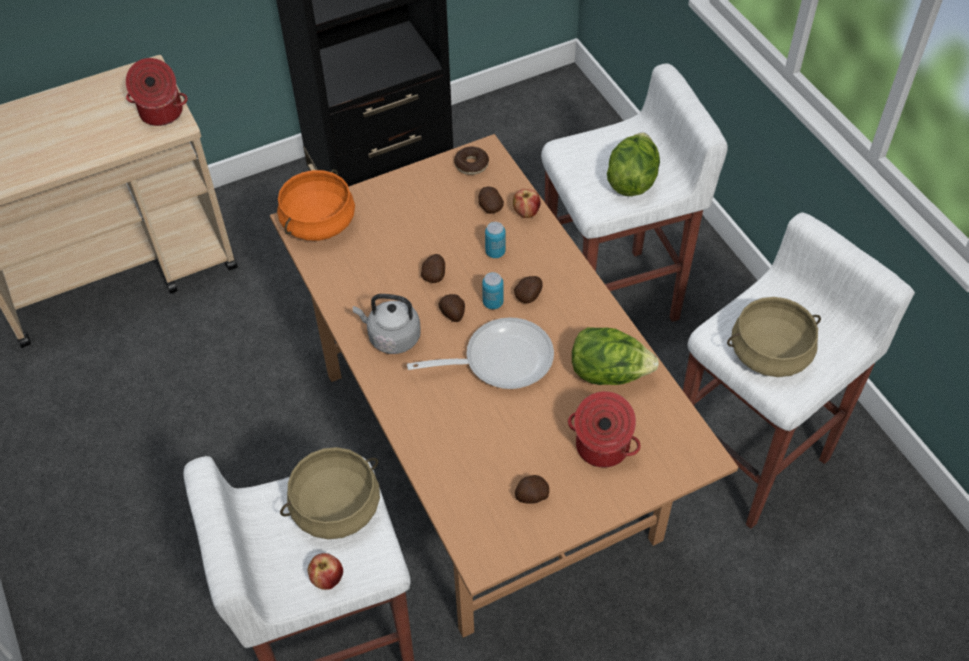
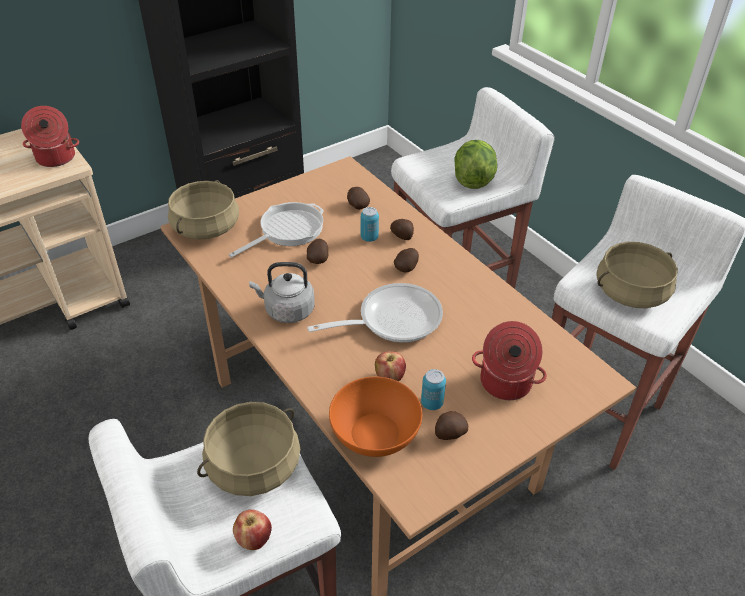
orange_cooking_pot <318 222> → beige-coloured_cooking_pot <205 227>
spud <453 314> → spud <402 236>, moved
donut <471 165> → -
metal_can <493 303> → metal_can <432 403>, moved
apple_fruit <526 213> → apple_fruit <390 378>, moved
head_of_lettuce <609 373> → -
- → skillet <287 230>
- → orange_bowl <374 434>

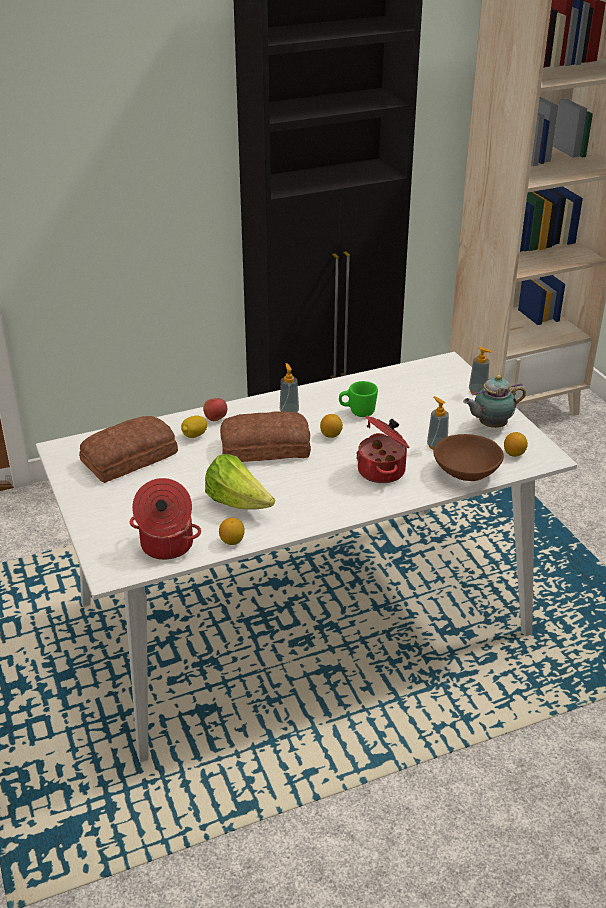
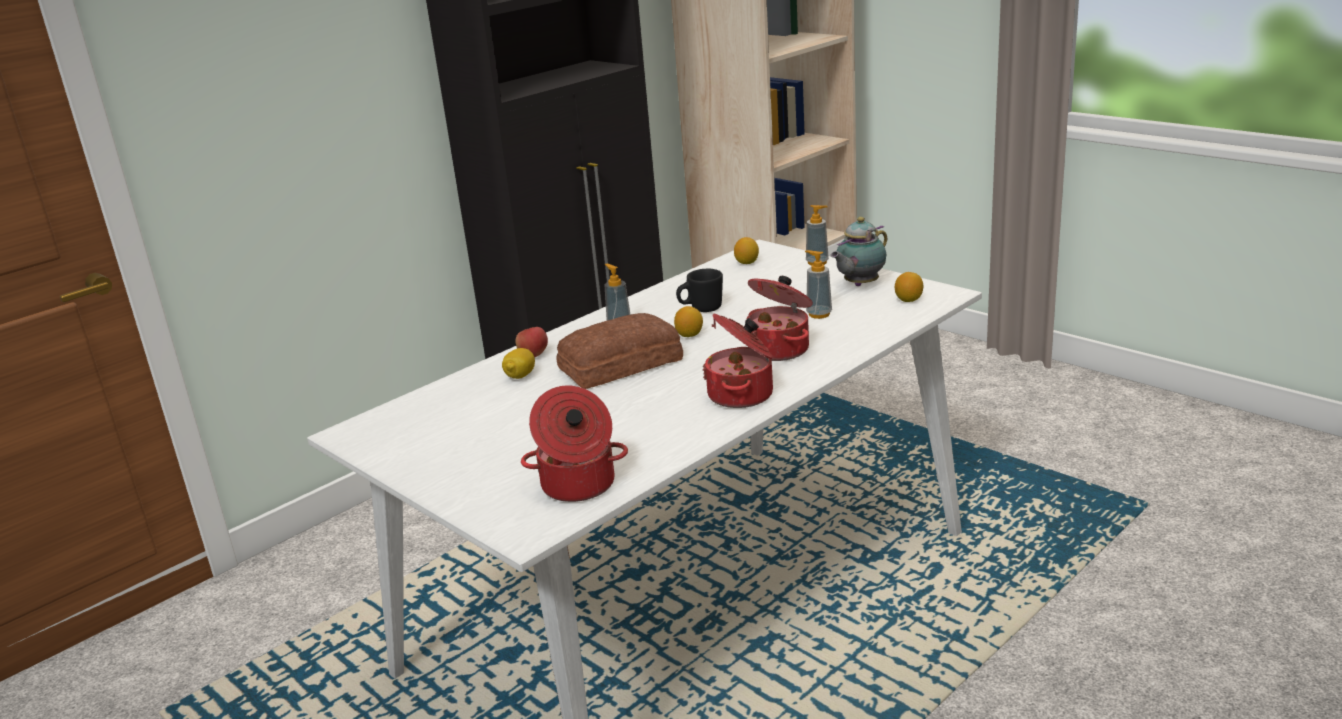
baked_bread <131 458> → -
head_of_lettuce <238 503> → -
lemon <232 541> → lemon <747 263>, moved
greenish_mug <357 412> → blackish_mug <701 309>
brown-coloured_bowl <466 472> → -
- → cooking_pot <742 395>

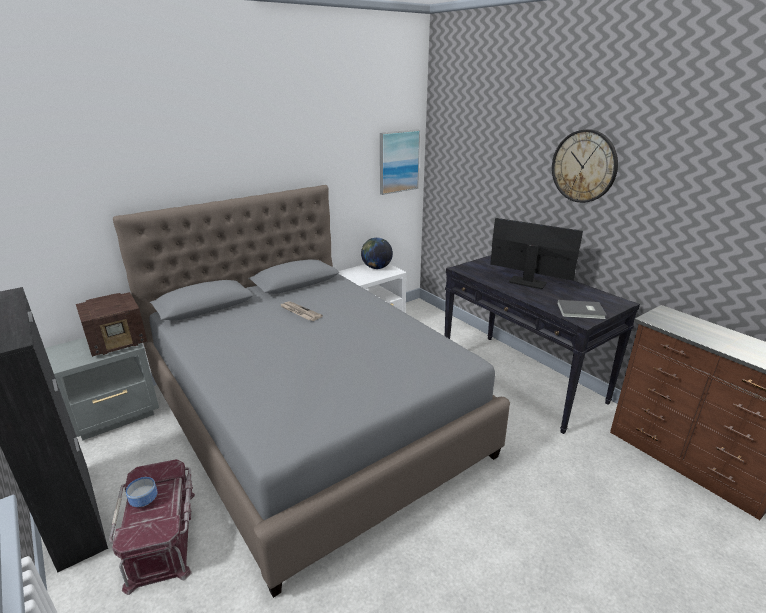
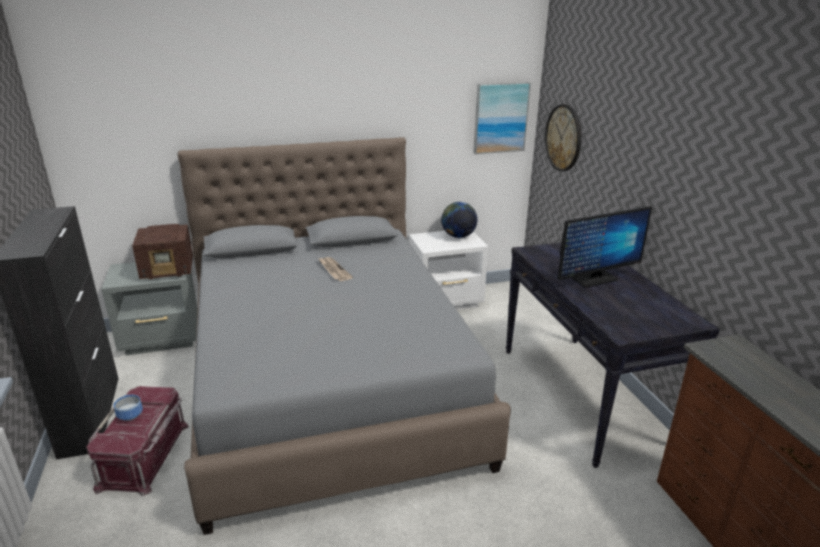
monitor <527 283> → monitor <594 279>, 105 degrees clockwise
wall_clock <584 166> → wall_clock <563 138>, moved
greyish_bound_book <581 311> → -

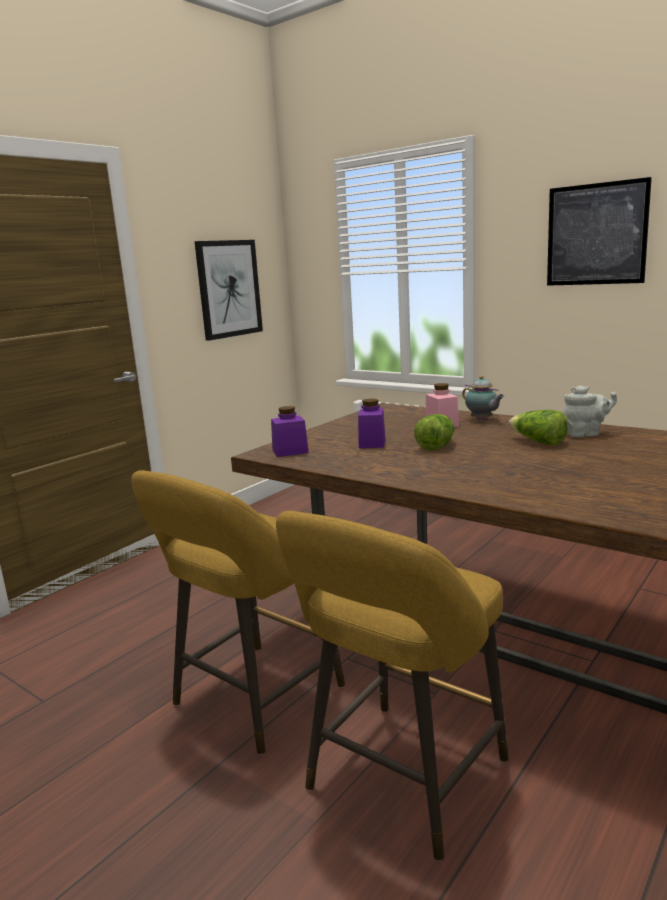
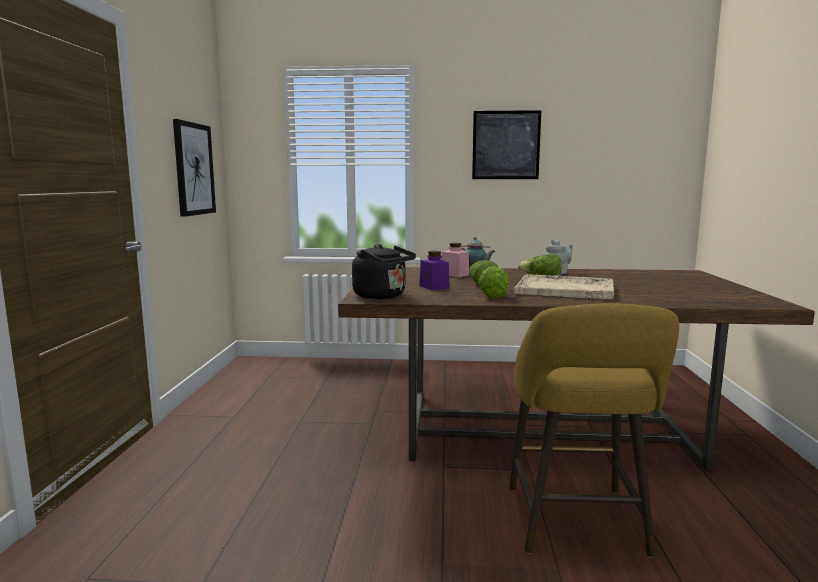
yellow_sitting_stool <252 701> → -
purplish_preserve_jar <290 451> → blackish_water_kettle <382 296>
- → head_of_lettuce <494 294>
- → beige-coloured_carrying_tray <566 289>

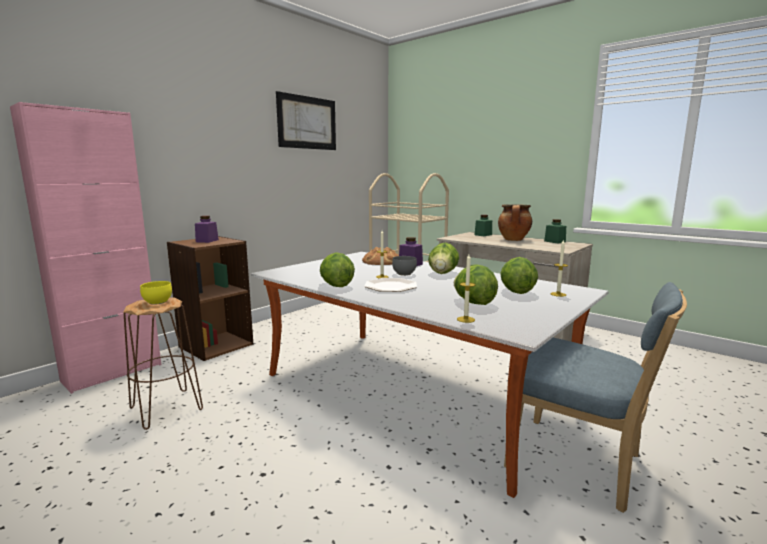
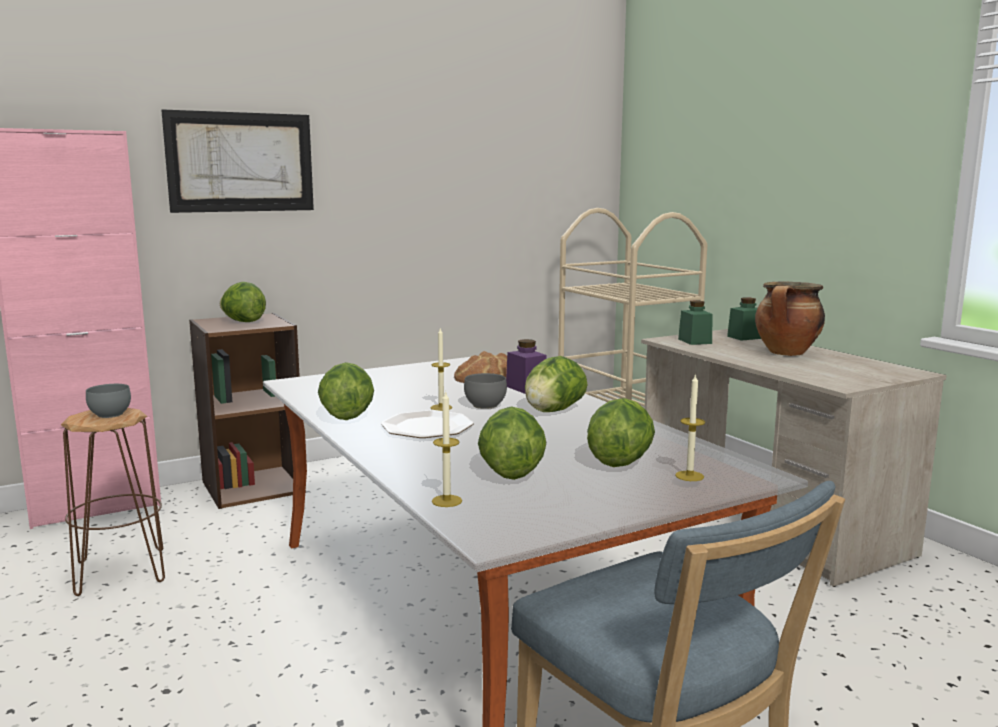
yellow_bowl <156 302> → greyish_bowl <108 415>
purplish_preserve_jar <207 241> → head_of_lettuce <243 321>
picture <307 122> → picture <241 162>, moved
greenish_preserve_jar <554 241> → greenish_preserve_jar <694 341>, moved

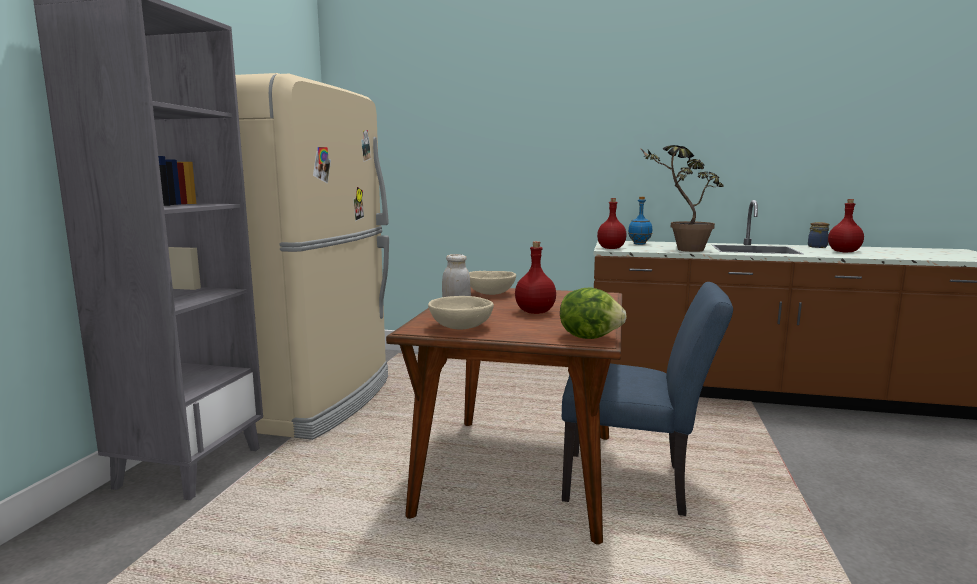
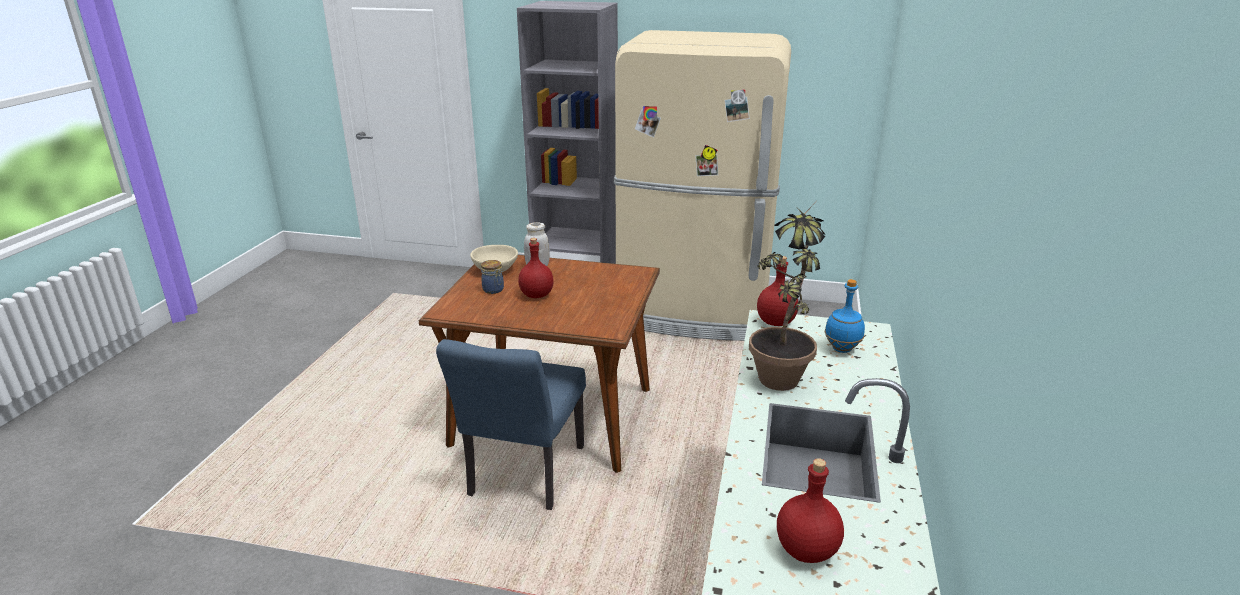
beige-coloured_bowl <491 293> → -
head_of_lettuce <589 337> → -
preserve_jar <817 246> → preserve_jar <493 290>, moved

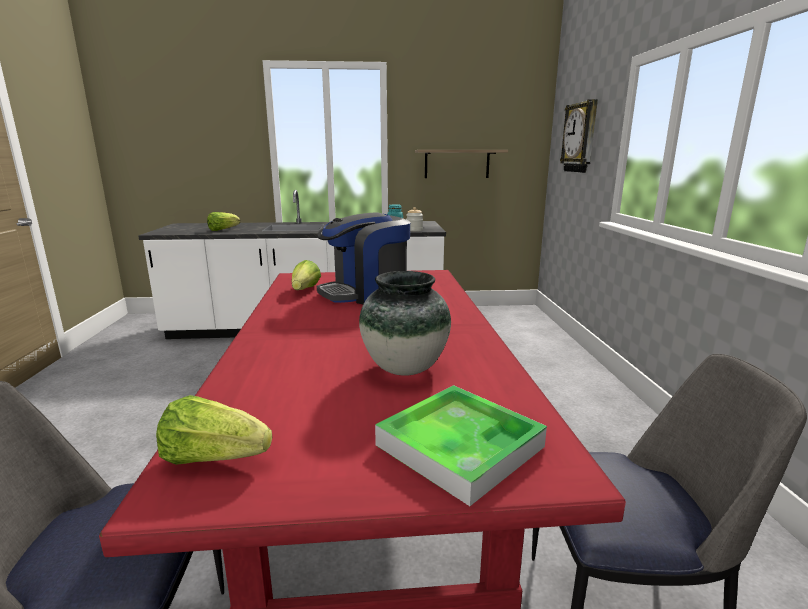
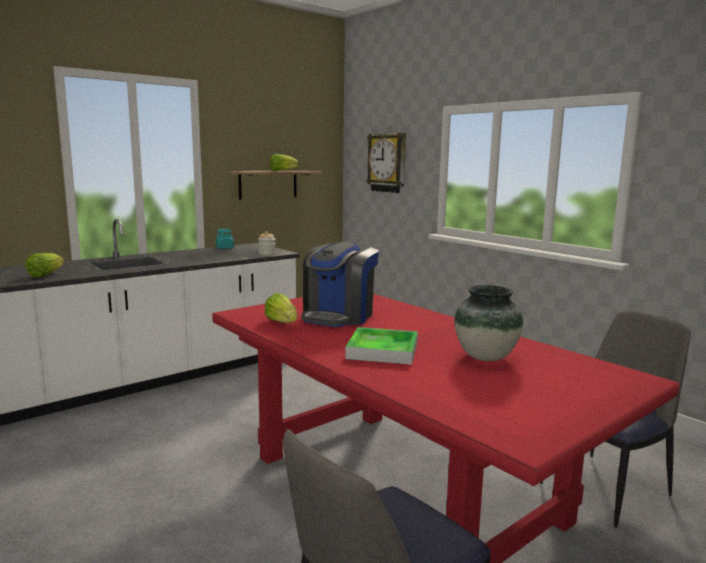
head_of_lettuce <214 458> → head_of_lettuce <282 171>, moved
carrying_tray <459 446> → carrying_tray <383 350>, moved

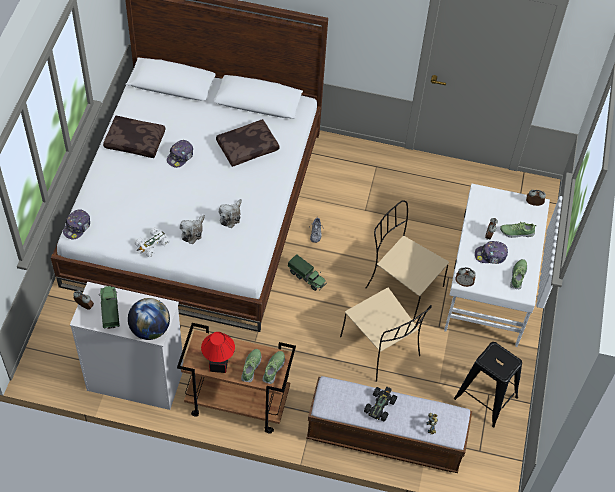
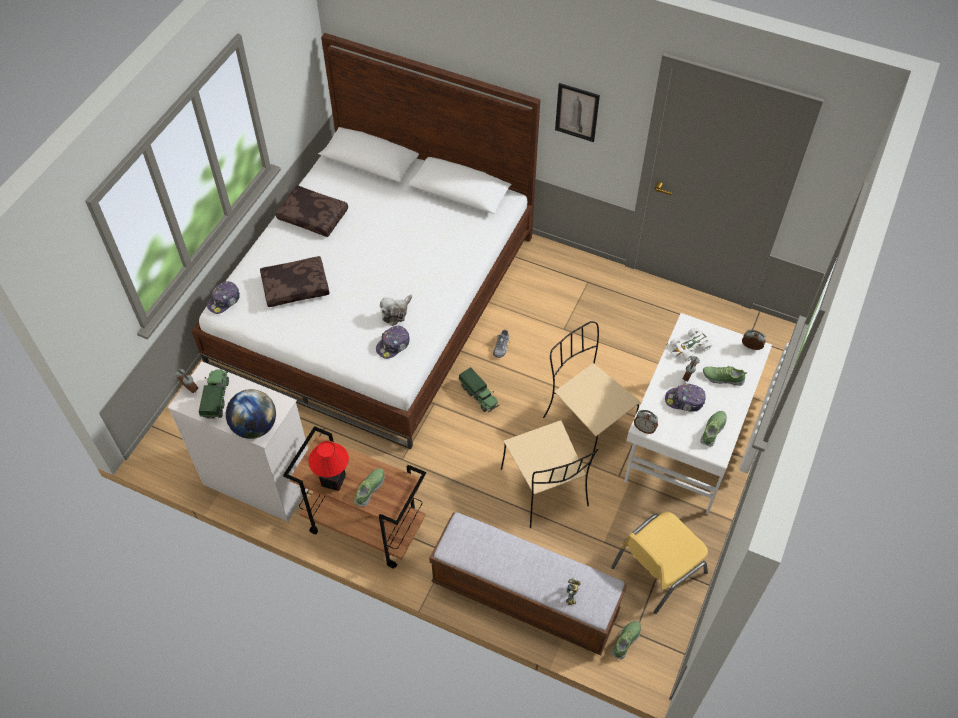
white_model_car <152 245> → white_model_car <689 347>, moved
cap <180 156> → cap <393 345>, moved
cuddly_toy <193 232> → -
brown-coloured_cushion <247 146> → brown-coloured_cushion <296 286>, moved
low_shoe <274 369> → low_shoe <626 641>, moved
blackish_model_car <380 405> → -
blackish_sitting_stool <486 398> → yellow_plain_chair <656 570>
- → picture <577 112>

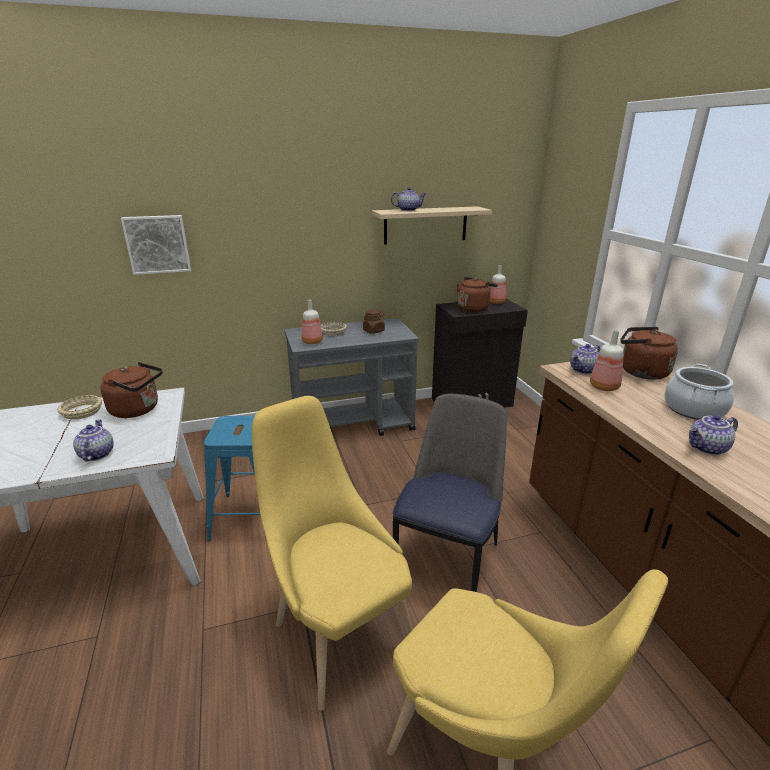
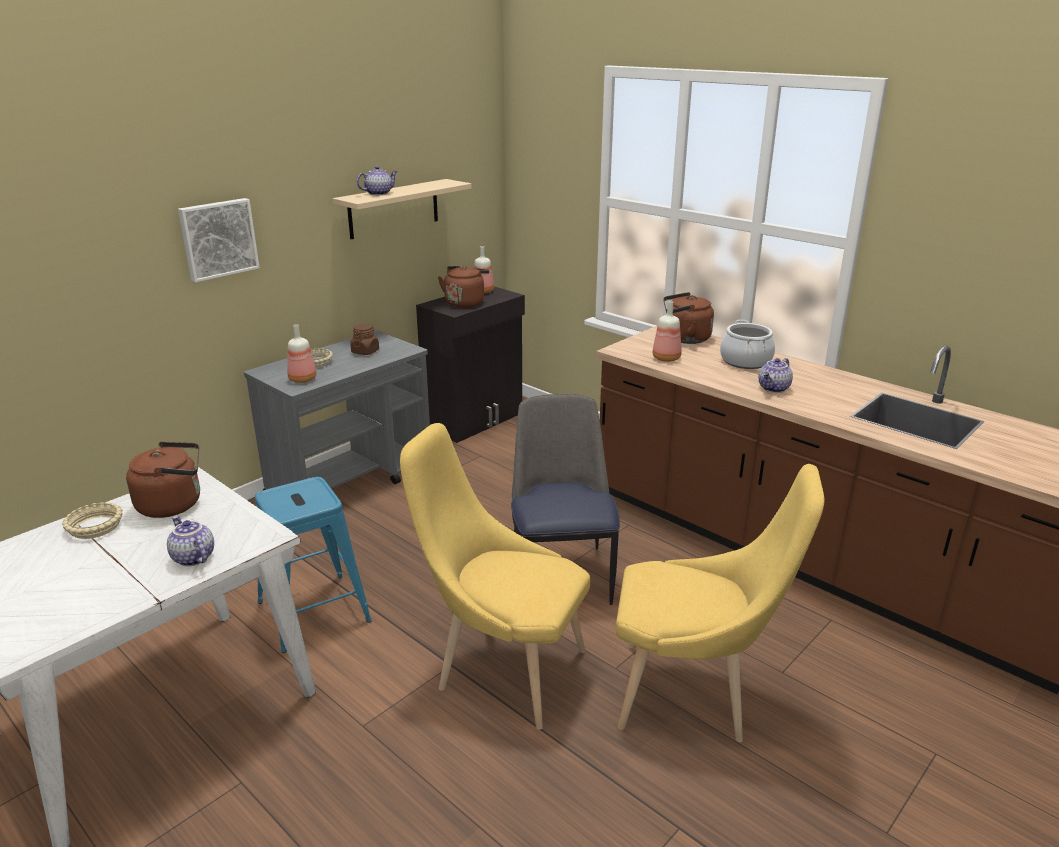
picture <157 244> → picture <218 239>, moved
pot_for_tea <584 370> → -

